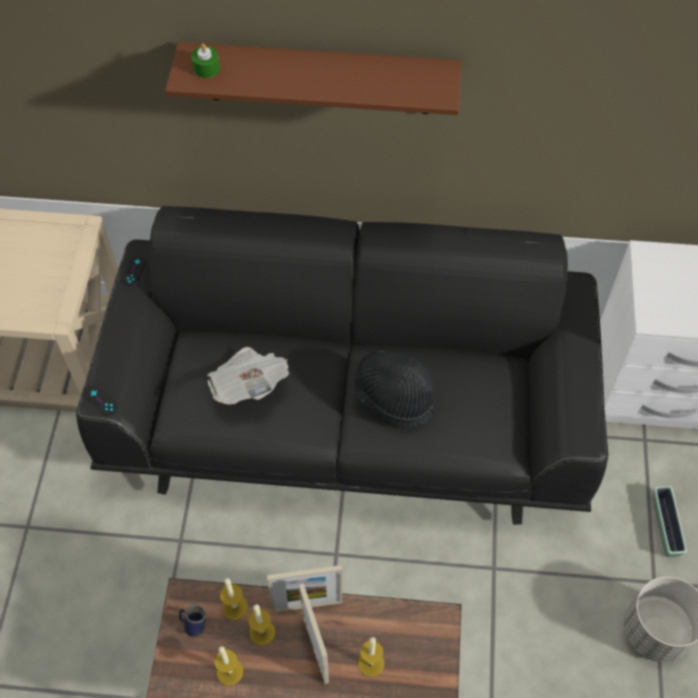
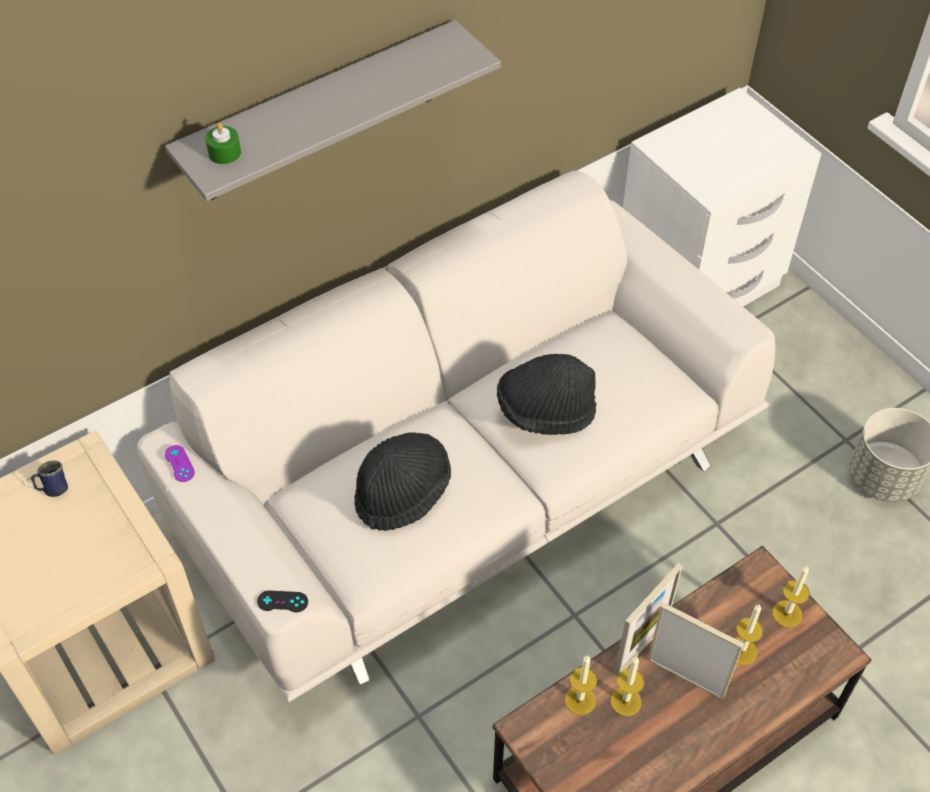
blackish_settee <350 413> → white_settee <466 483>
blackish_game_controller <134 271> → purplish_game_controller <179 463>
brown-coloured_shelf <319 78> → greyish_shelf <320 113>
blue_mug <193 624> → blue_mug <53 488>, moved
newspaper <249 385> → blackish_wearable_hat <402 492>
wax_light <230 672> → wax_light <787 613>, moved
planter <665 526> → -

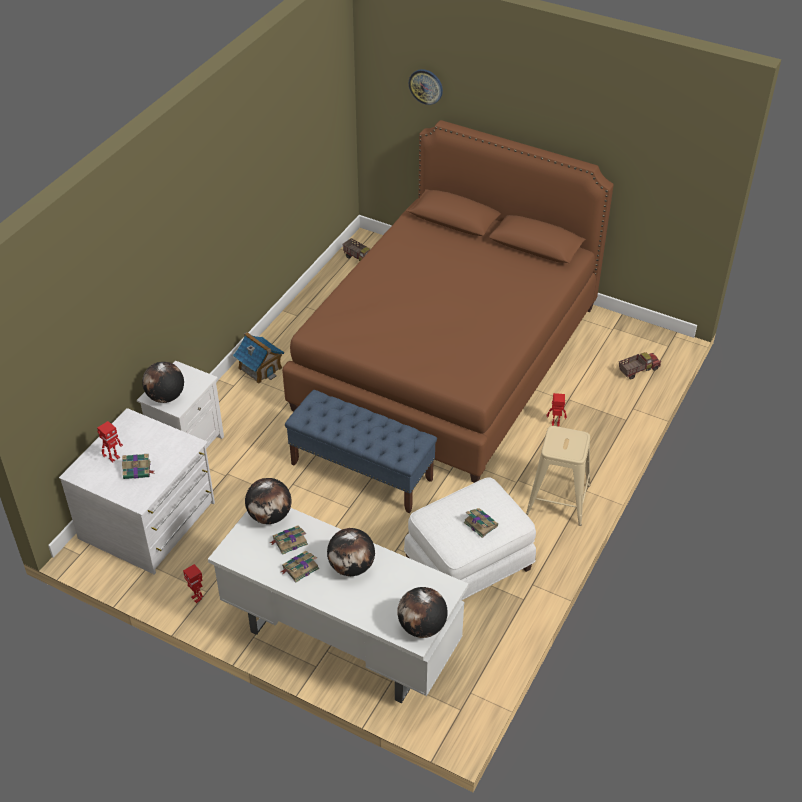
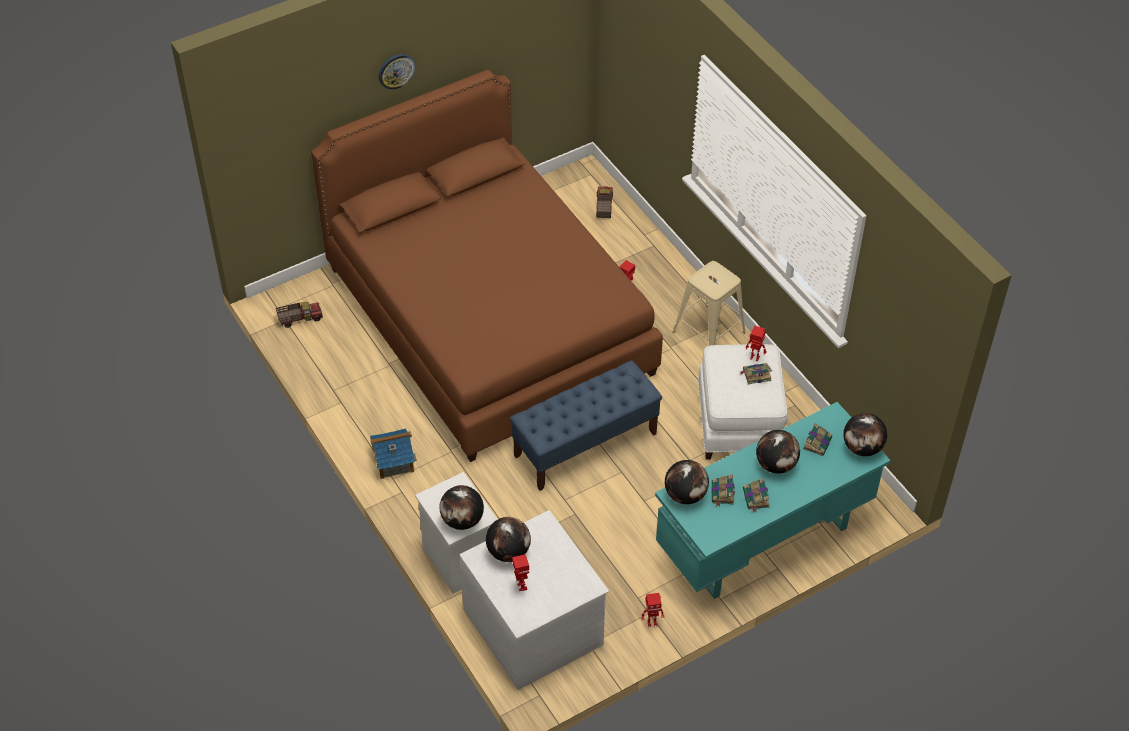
bound_book <137 470> → bound_book <817 443>, moved
white_desk <339 642> → turquoise-coloured_desk <763 542>
wall_clock <426 86> → wall_clock <396 71>, moved
- → world_globe <508 552>
- → toy_robot <754 358>

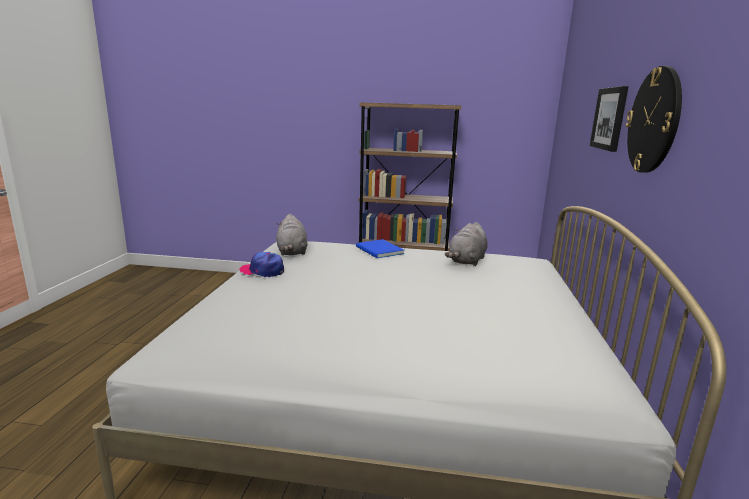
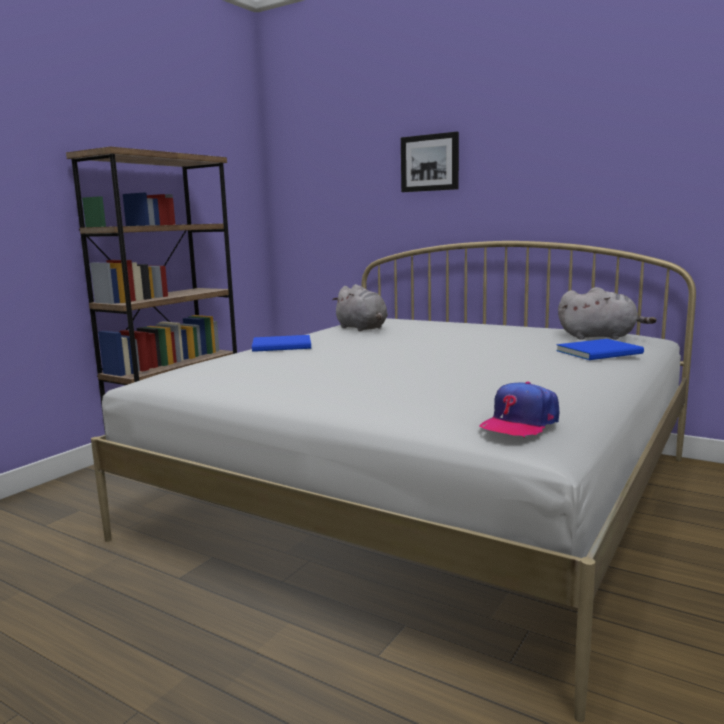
cap <262 271> → cap <519 423>, moved
greyish_cuddly_toy <292 252> → greyish_cuddly_toy <600 337>, moved
wall_clock <654 121> → -
- → blue_bound_book <602 352>

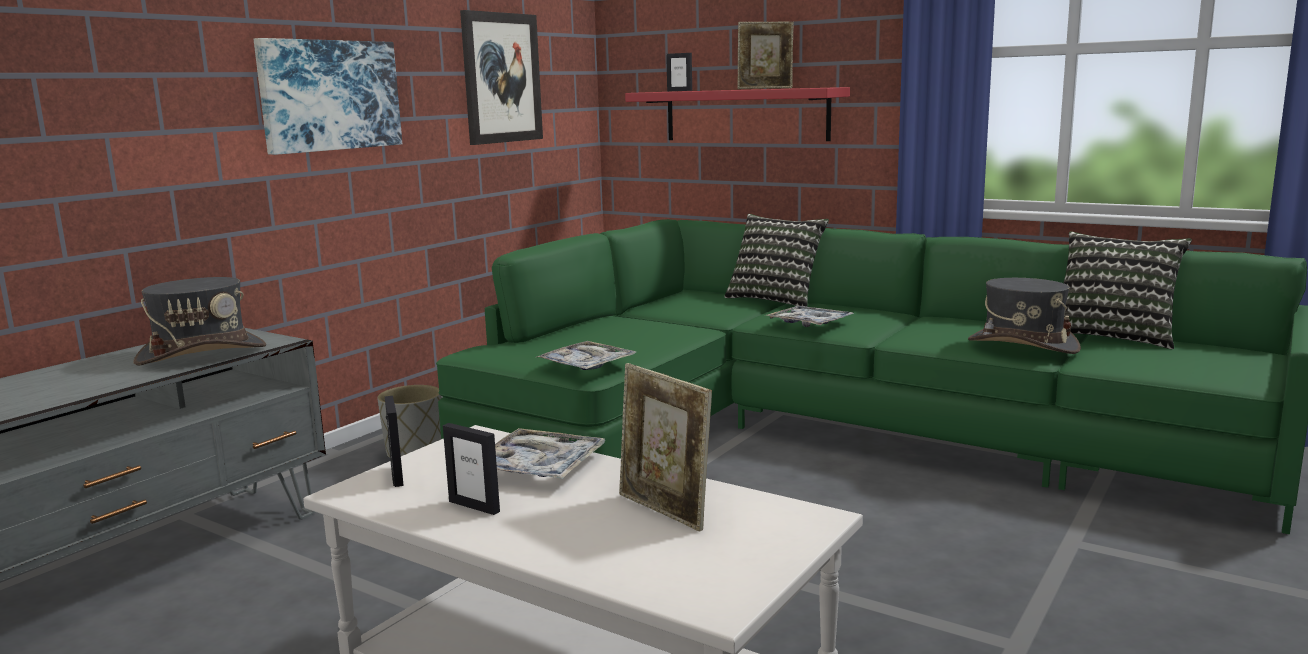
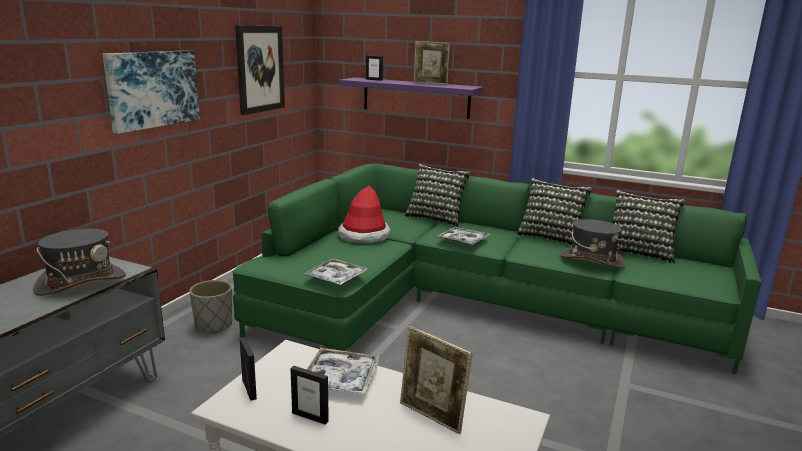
red-coloured_shelf <745 115> → purplish_shelf <415 97>
- → wearable_hat <364 236>
- → cushion <551 237>

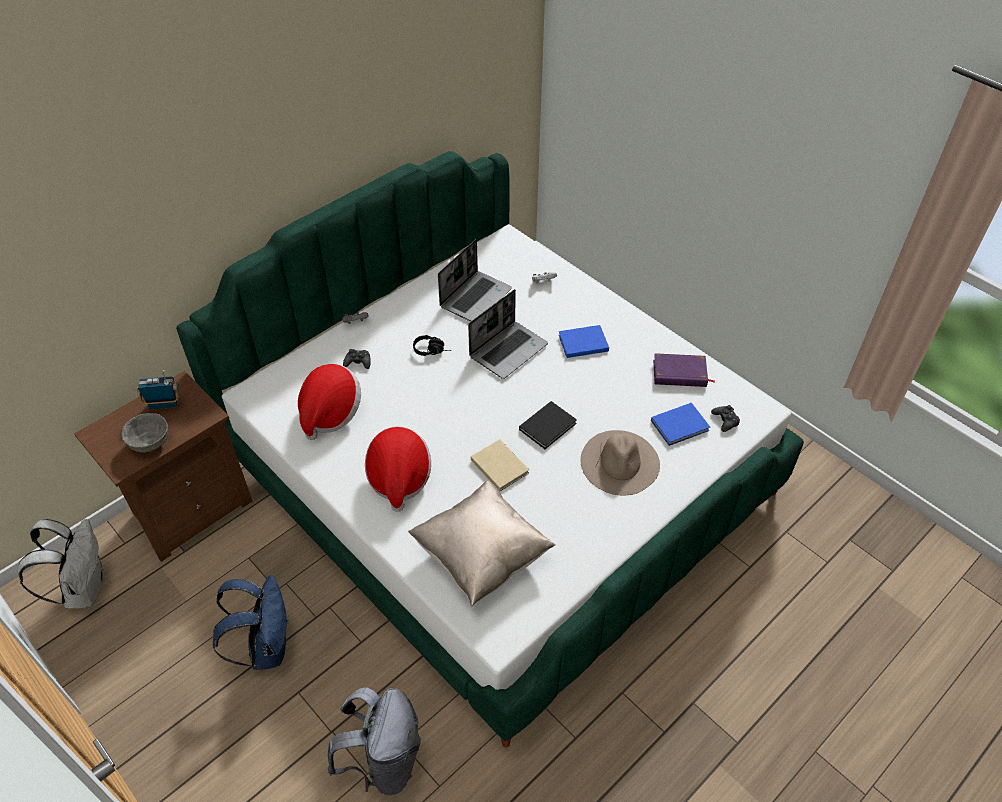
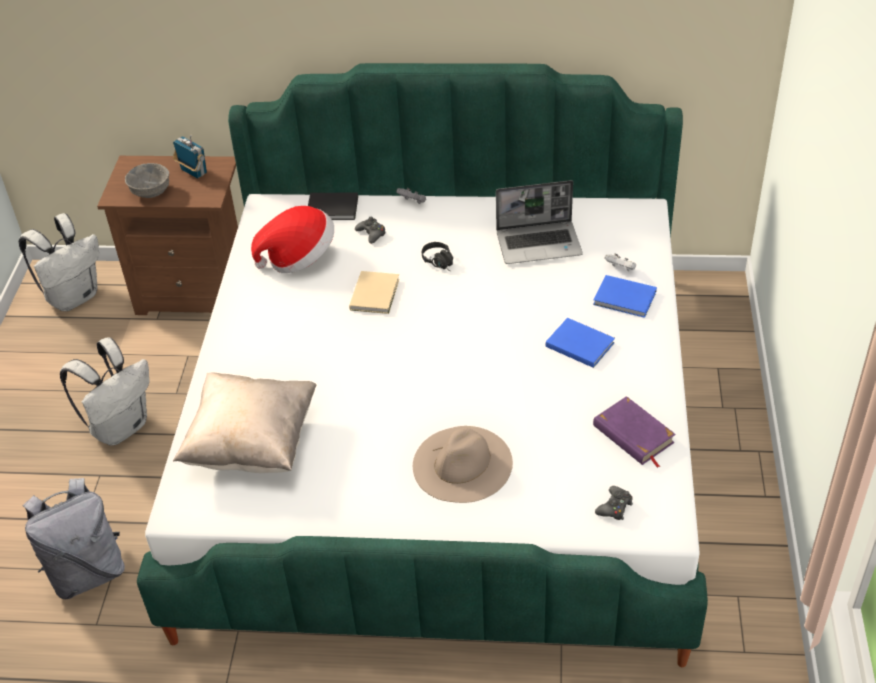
blue_backpack <266 646> → white_backpack <121 427>
wearable_hat <399 478> → -
portable_computer <508 350> → -
beige-coloured_bound_book <499 465> → beige-coloured_bound_book <376 293>, moved
blackish_bound_book <549 426> → blackish_bound_book <334 209>, moved
blue_bound_book <681 425> → blue_bound_book <626 299>, moved

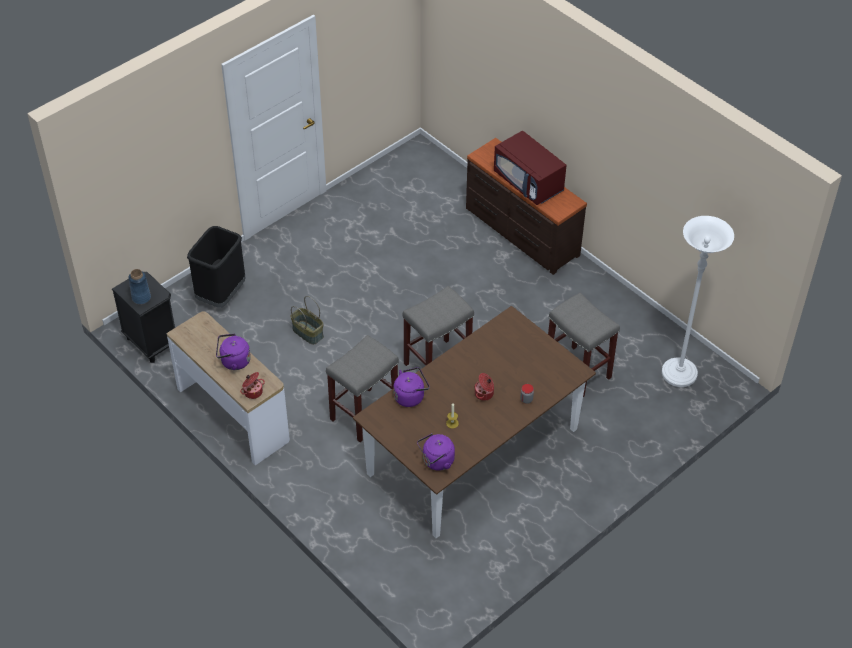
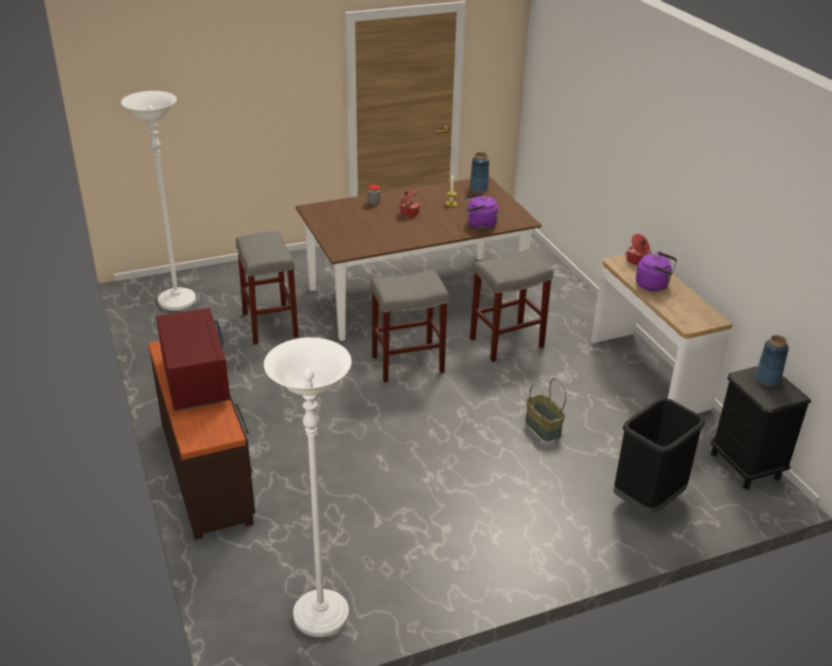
purplish_water_kettle <436 461> → blue_decorative_vase <479 188>
- → white_standing_lamp <321 615>

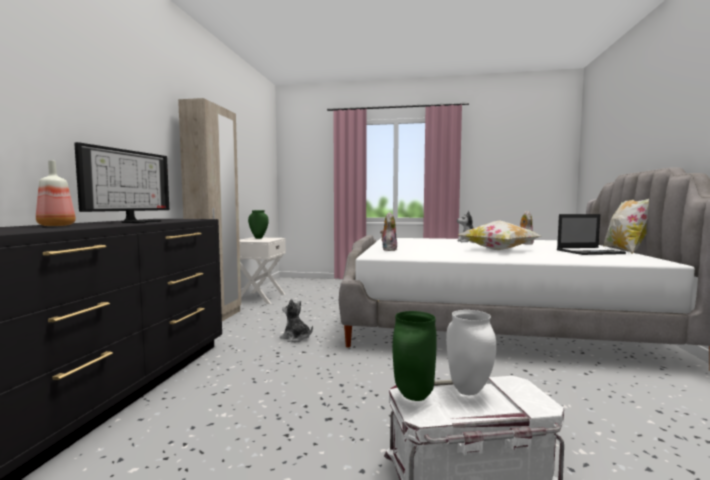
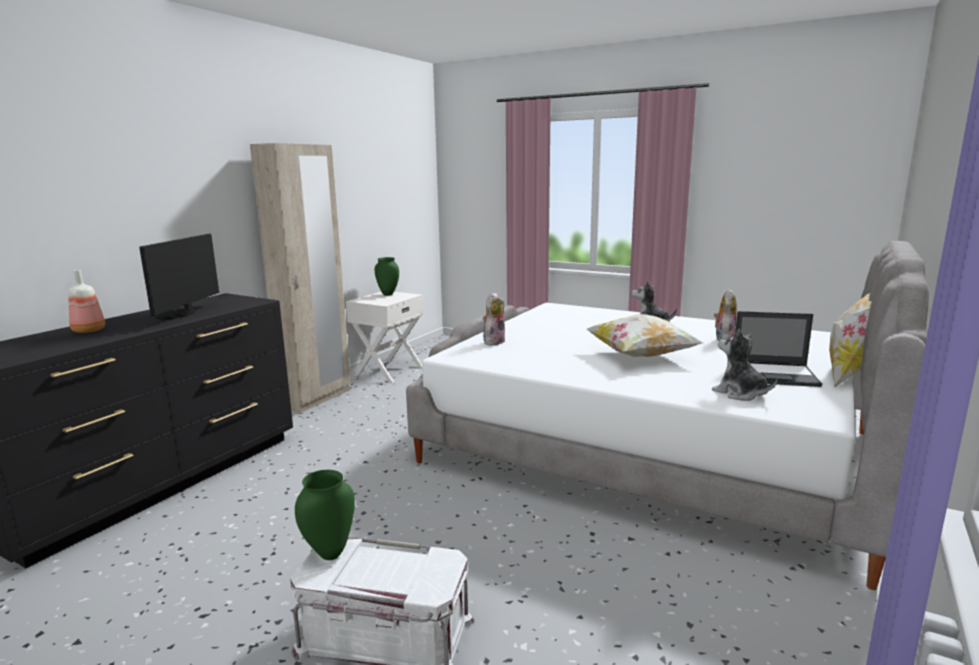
monitor <139 222> → monitor <179 314>, 150 degrees clockwise
cuddly_toy <296 338> → cuddly_toy <740 393>, moved
white_decorative_vase <469 390> → -

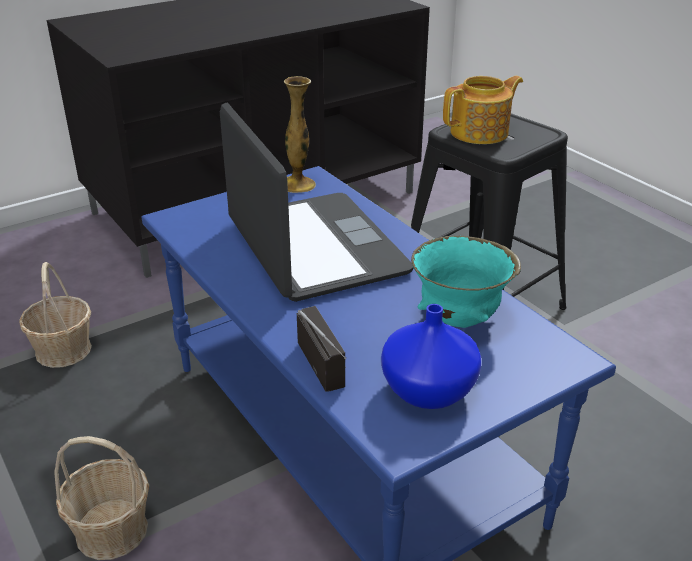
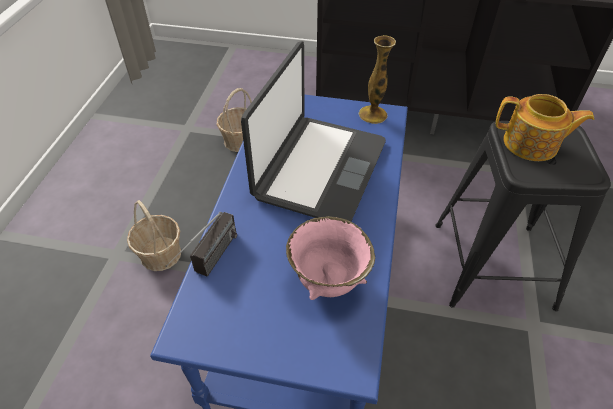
blue_decorative_vase <429 389> → -
turquoise-coloured_bowl <459 320> → pink-coloured_bowl <327 282>

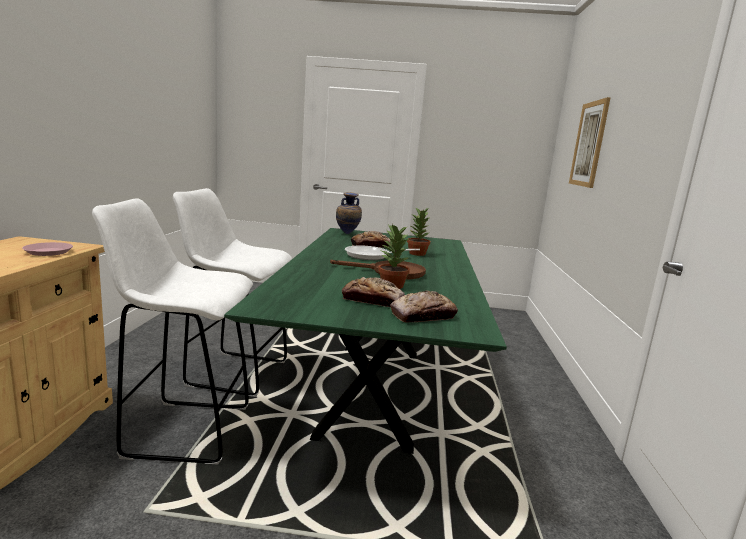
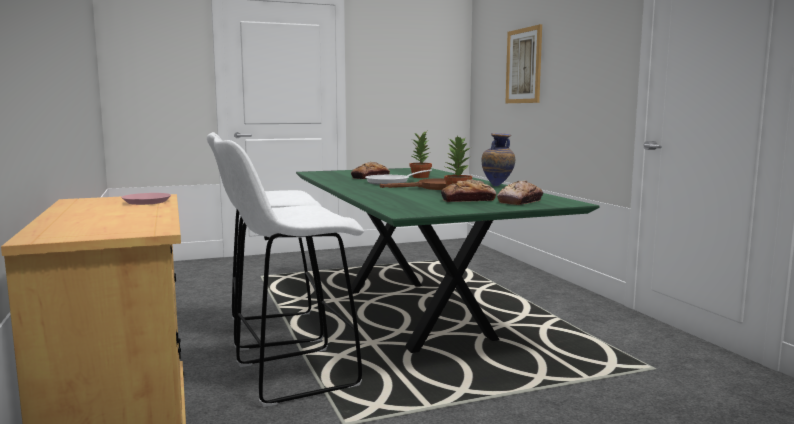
decorative_vase <347 234> → decorative_vase <497 186>, moved

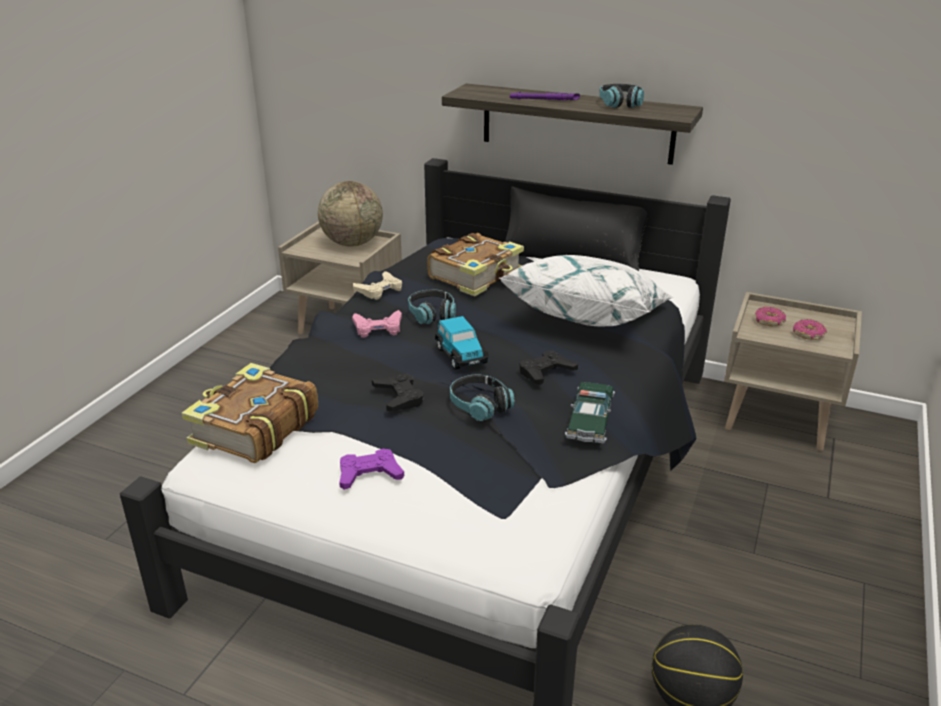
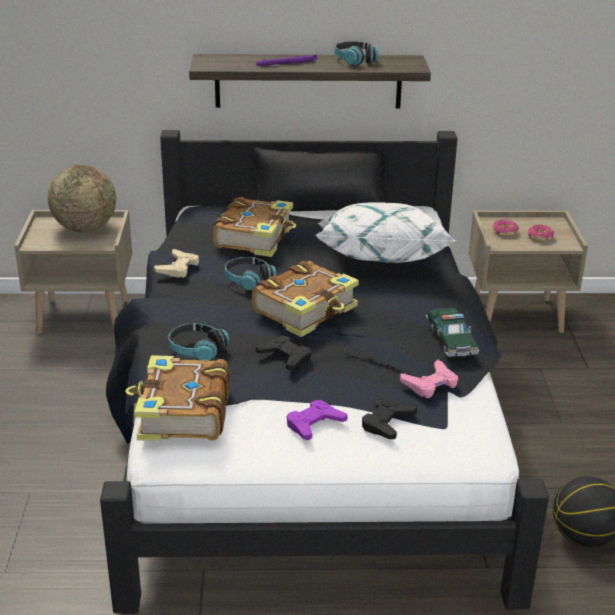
pink-coloured_game_controller <378 328> → pink-coloured_game_controller <430 384>, moved
model_car <461 355> → bound_book <307 310>
headphones <480 405> → headphones <197 350>, moved
blackish_game_controller <546 372> → blackish_game_controller <387 423>, moved

